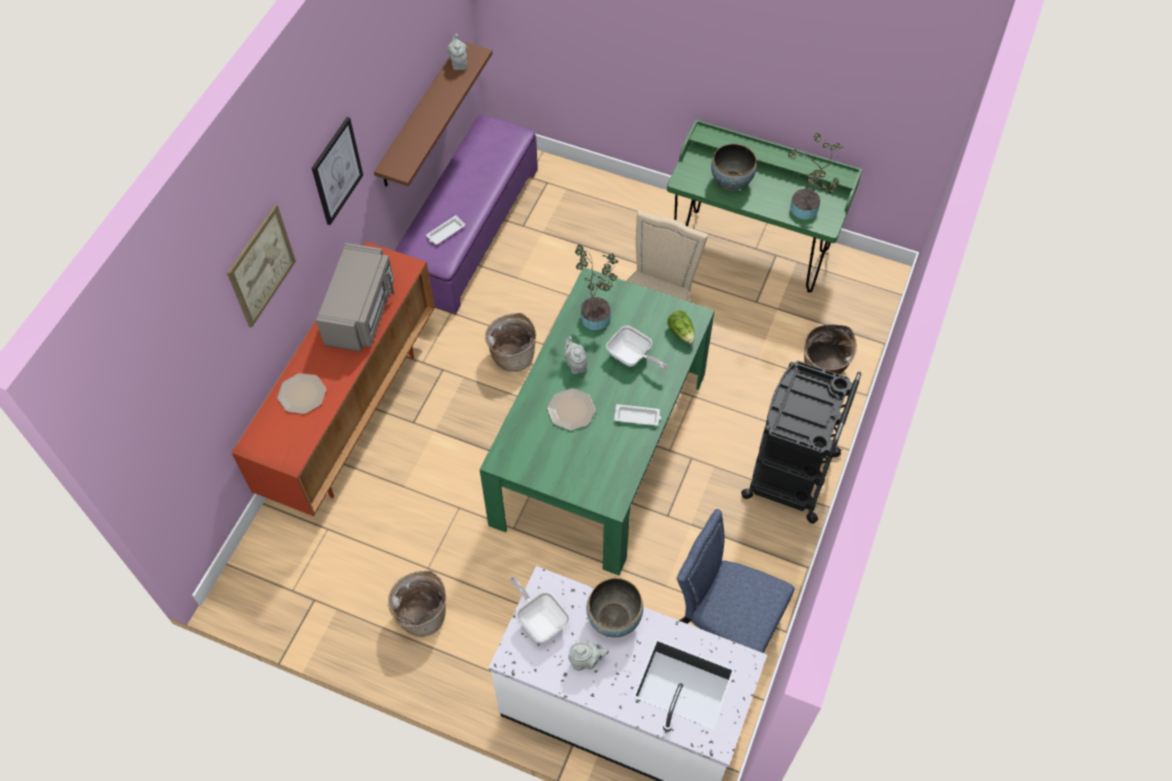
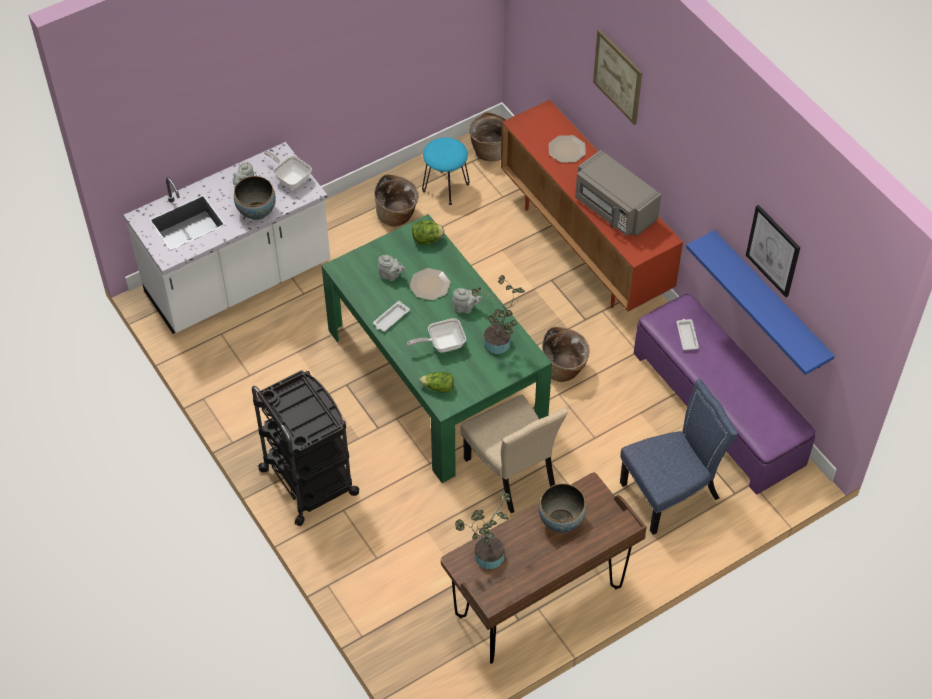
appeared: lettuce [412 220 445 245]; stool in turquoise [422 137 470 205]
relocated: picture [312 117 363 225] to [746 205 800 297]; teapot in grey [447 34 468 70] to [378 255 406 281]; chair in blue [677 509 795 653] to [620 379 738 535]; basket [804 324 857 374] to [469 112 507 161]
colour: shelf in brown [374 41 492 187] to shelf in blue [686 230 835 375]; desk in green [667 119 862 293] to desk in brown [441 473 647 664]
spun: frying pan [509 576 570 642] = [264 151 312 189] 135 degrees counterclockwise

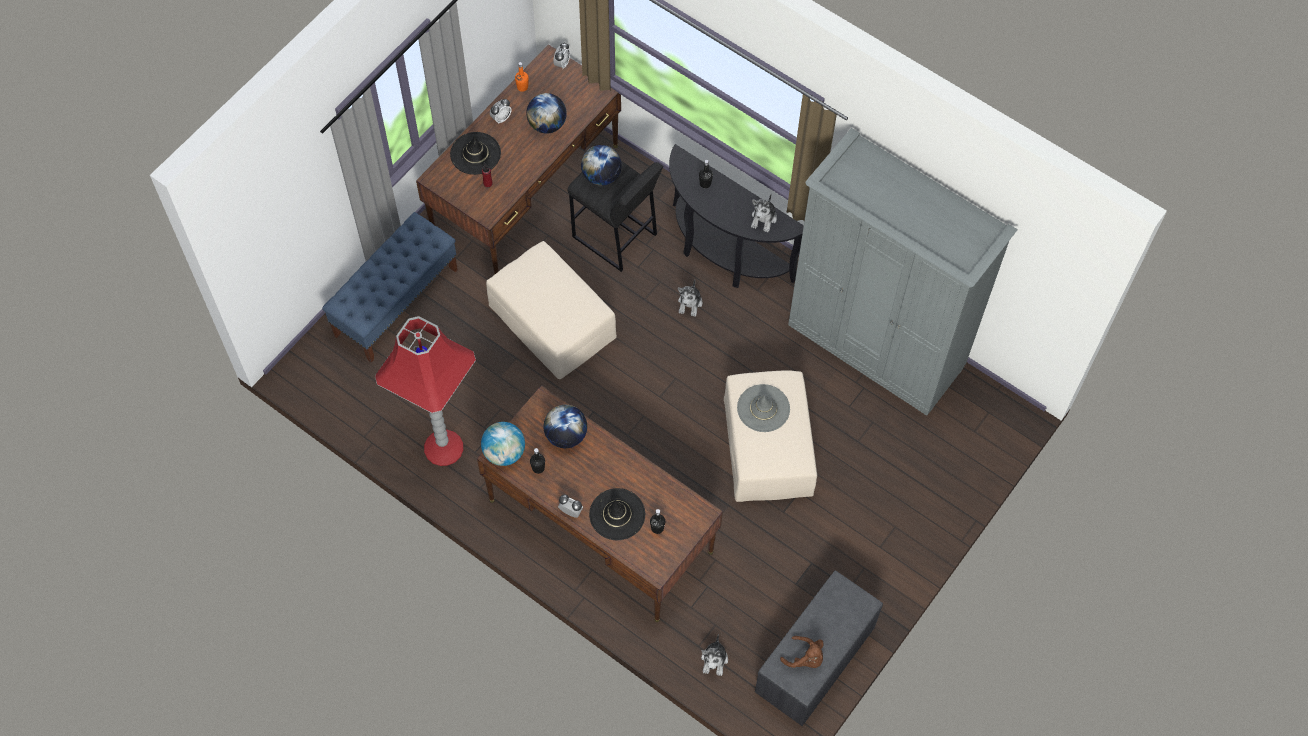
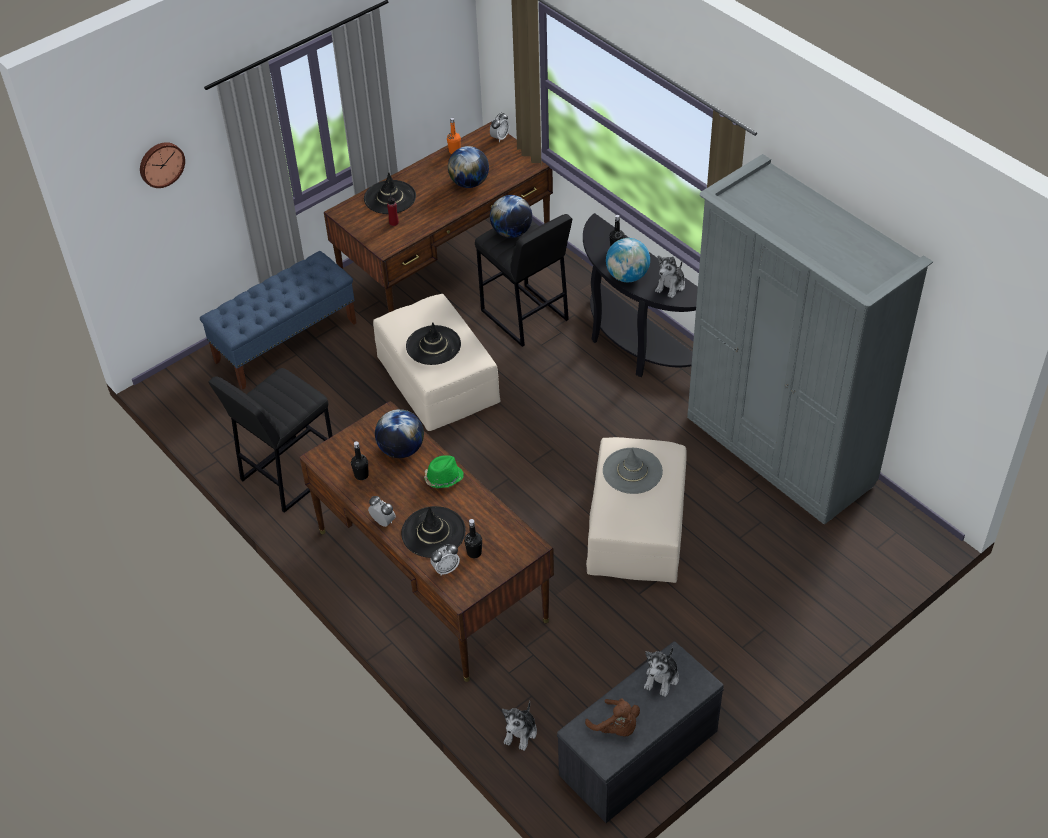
appeared: wall clock [140 142 185 188]; hat in black [406 322 461 365]; hat in green [424 455 464 488]
relocated: globe [481 422 525 466] to [606 238 650 282]; alarm clock [490 99 511 124] to [430 544 460 575]; plush toy [678 279 702 317] to [644 646 679 697]
exchanged: floor lamp in red [375 316 476 466] to stool in black [208 368 333 513]

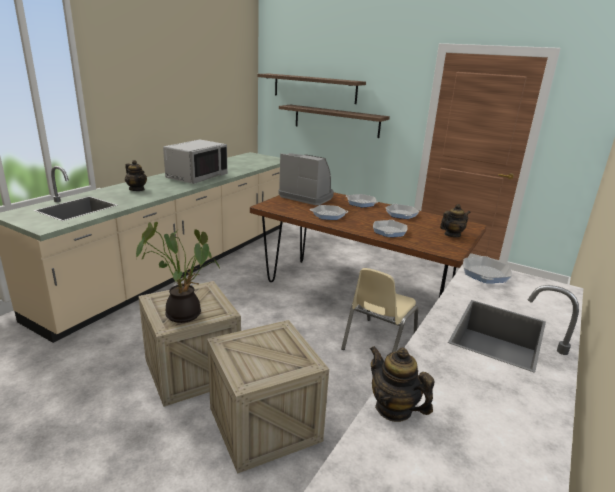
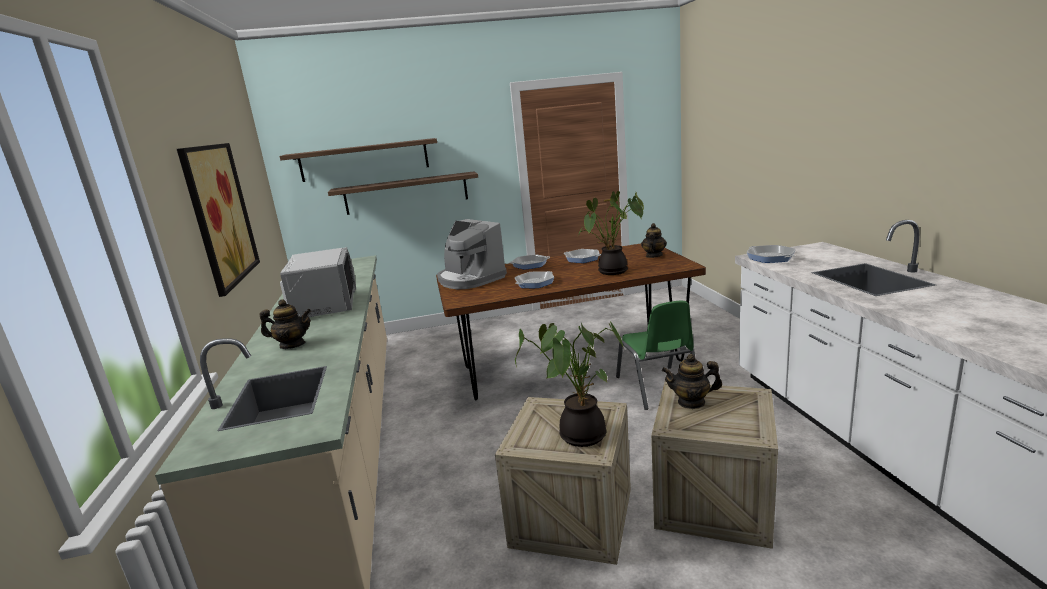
appeared: picture [177 143 260 297]
relocated: teapot [370 346 434 422] to [662 354 722 409]
exchanged: frying pan [373 220 408 237] to potted plant [578 191 644 275]
colour: chair in beige [341 268 418 352] to chair in green [616 301 696 410]
spun: coffee machine [278 153 334 205] = [437 219 507 289] 120 degrees counterclockwise

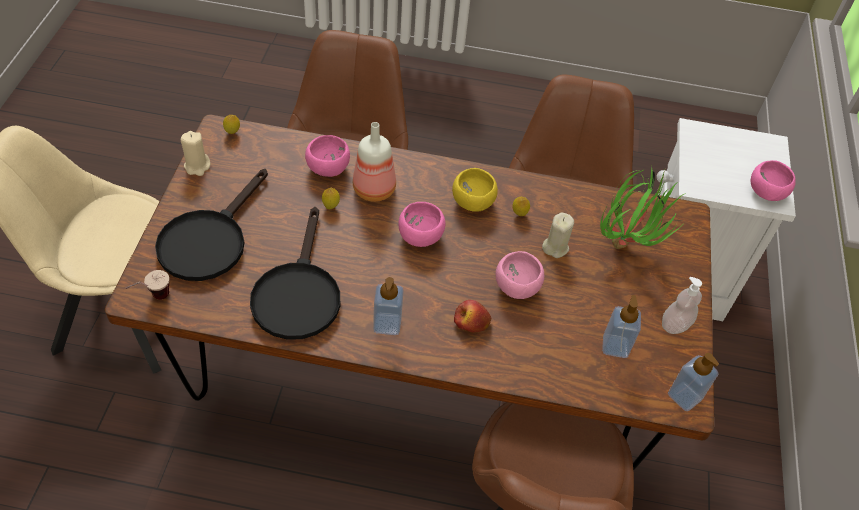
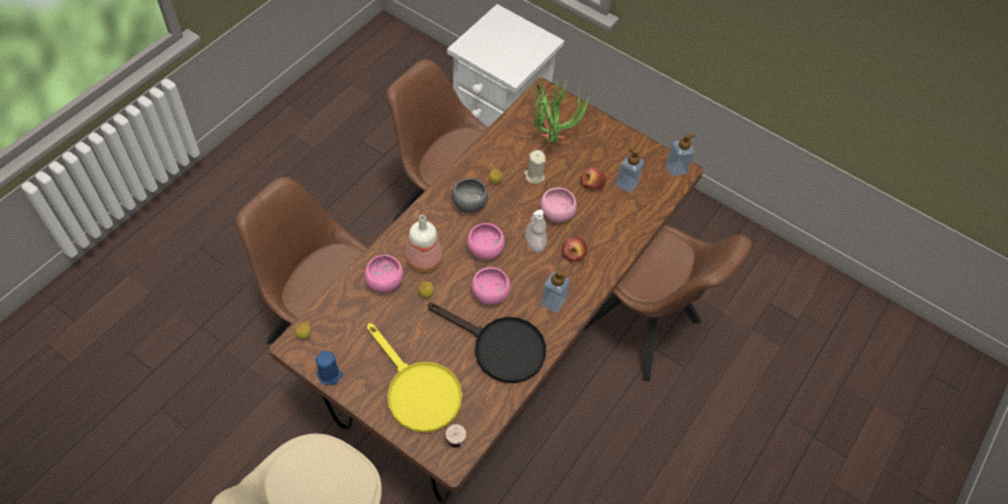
appeared: apple [581 167 607 190]
relocated: soap dispenser [662 277 702 334] to [525 209 547 252]; bowl in pink [751 160 796 201] to [472 267 510 305]
colour: frying pan in black [155 169 268 281] to frying pan in yellow [367 323 462 433]; candle in beige [181 131 210 176] to candle in blue [315 351 343 385]; bowl in yellow [452 168 498 212] to bowl in grey [452 178 488 213]

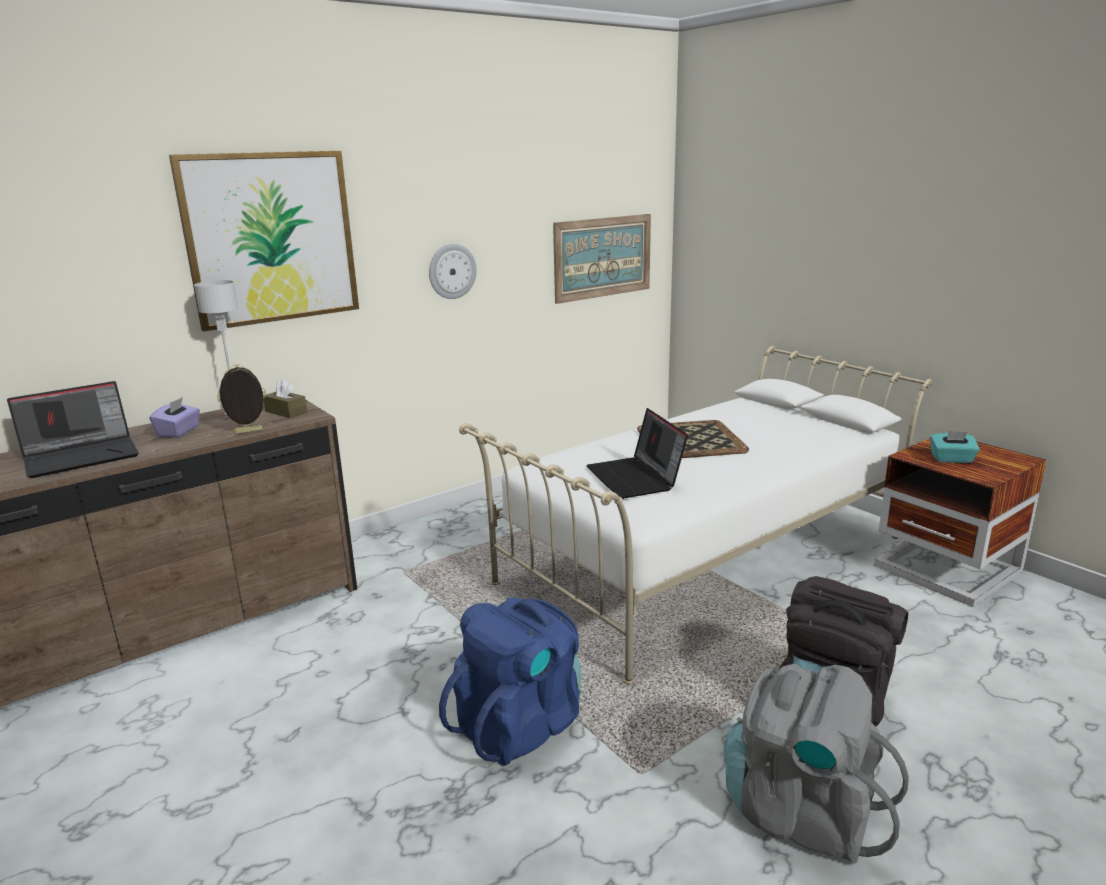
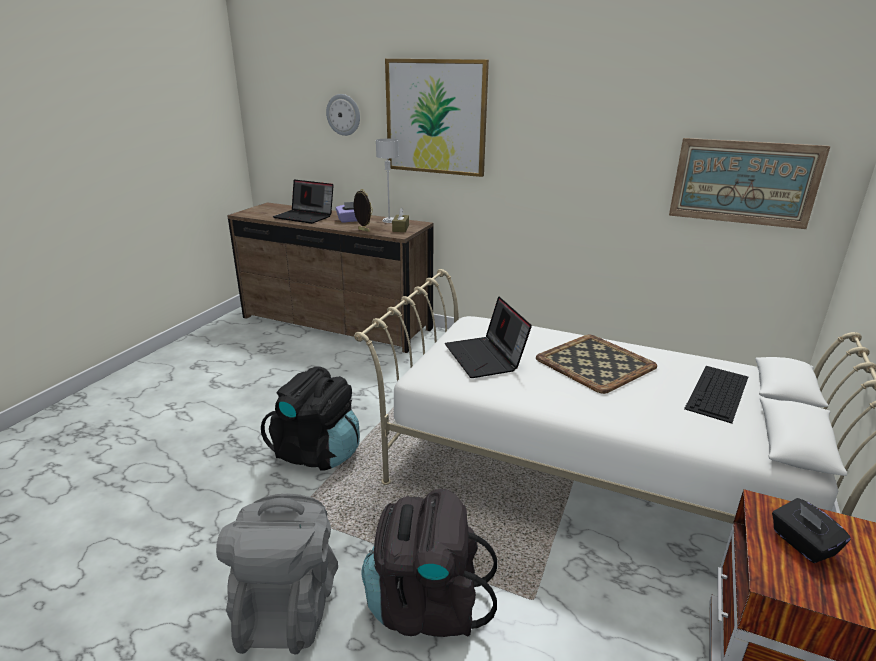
appeared: keyboard [684 366 748 423]
relocated: wall clock [429 244 477 299] to [326 94 360 136]
colour: backpack in blue [439 598 581 766] to backpack in black [261 367 360 471]; tissue box in turquoise [930 431 980 463] to tissue box in black [772 498 851 563]
spun: laptop [586 408 688 499] = [445 296 532 378] 60 degrees counterclockwise

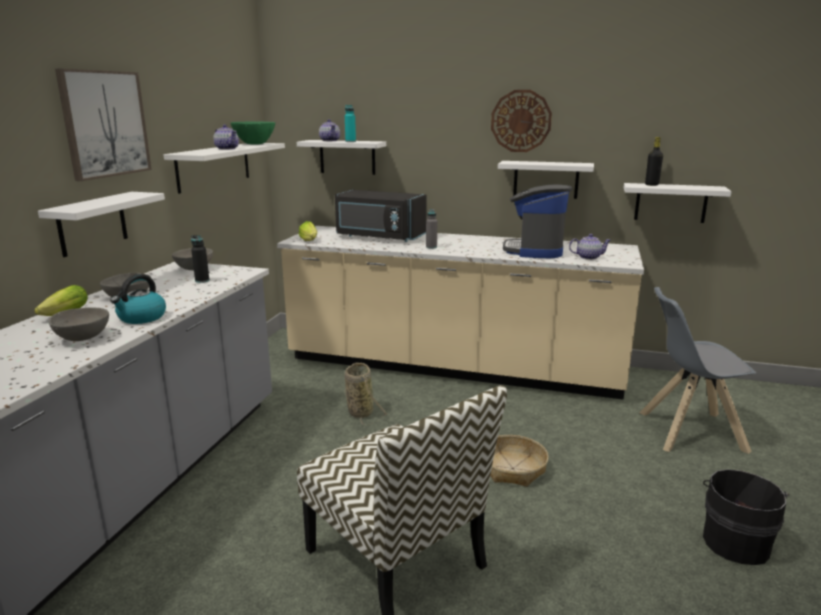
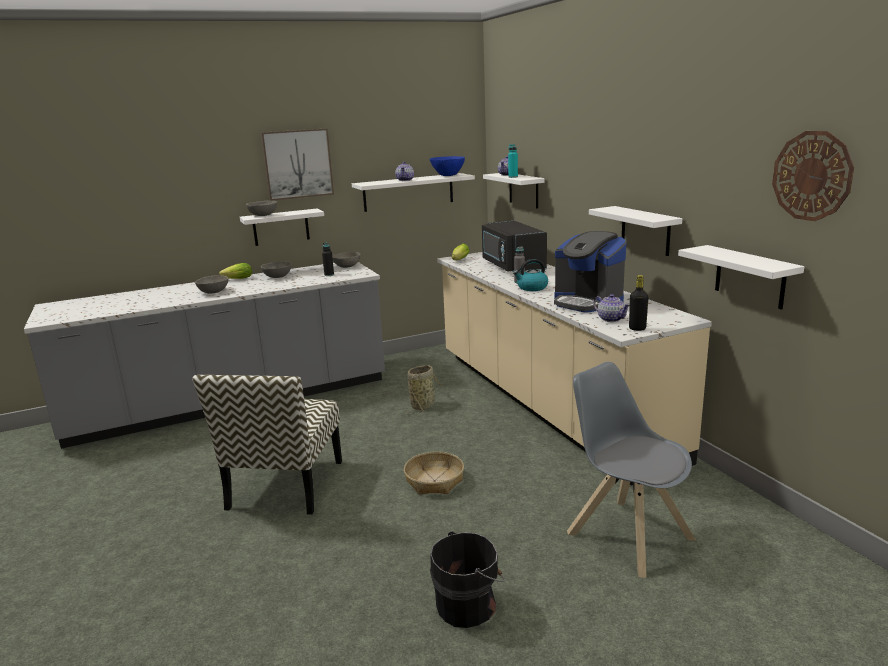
appeared: bowl in grey [246 201 277 216]
relocated: kettle [111 274 166 324] to [513 259 548 291]; wall clock [491 90 552 152] to [772 131 854 221]; bottle in black [645 137 663 186] to [629 275 649 331]
colour: bowl in green [231 121 275 145] to bowl in blue [430 156 465 176]
spun: coffee machine [503 184 573 258] = [554 231 627 313] 105 degrees counterclockwise

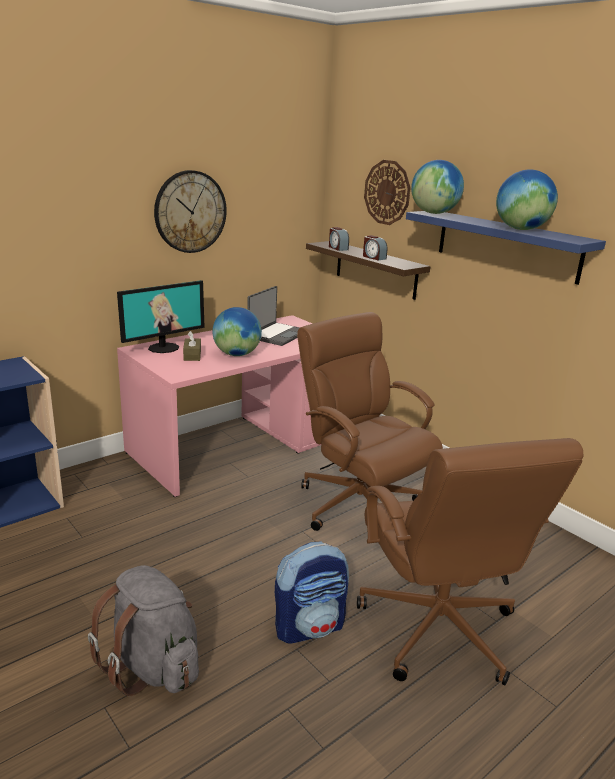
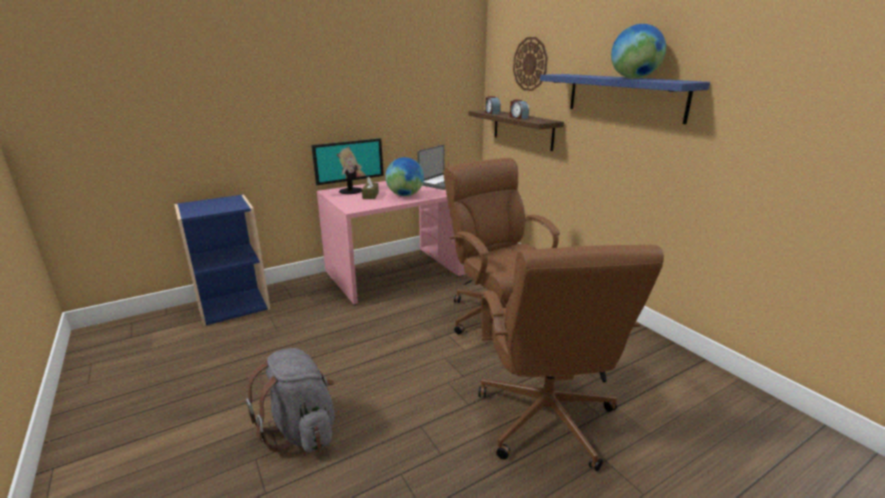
missing: wall clock [154 170 227 253]; backpack [275 541 349 643]; globe [411 160 464 214]

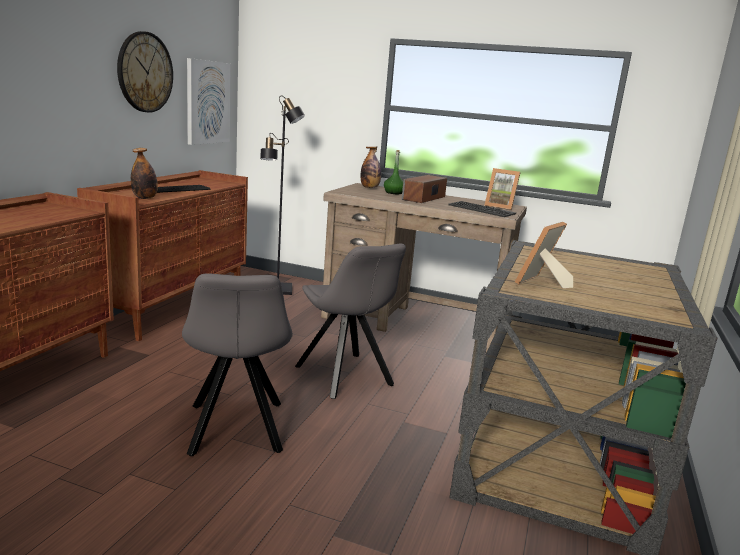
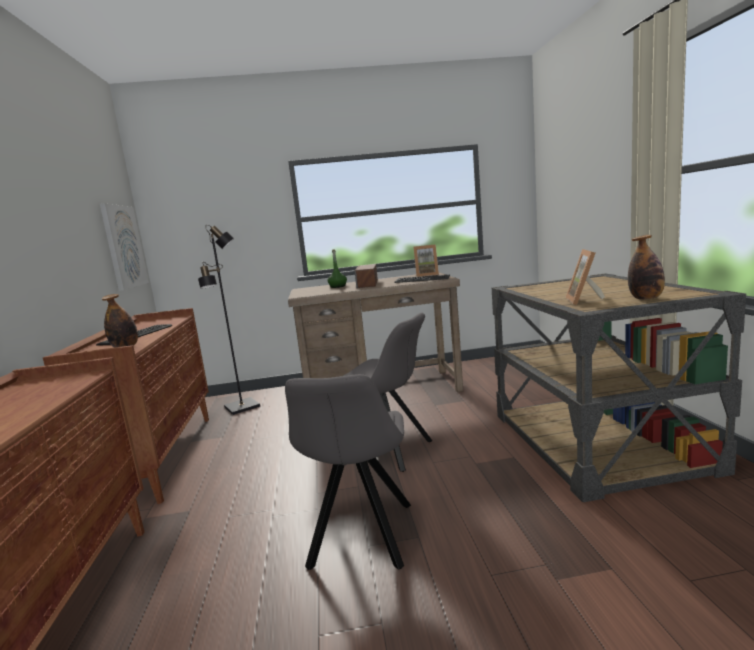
missing: wall clock [117 31 173 113]
relocated: bottle [360 147 381 188] to [628 235 665 300]
spun: chair in grey [182 273 293 456] = [285 374 411 570] 45 degrees clockwise

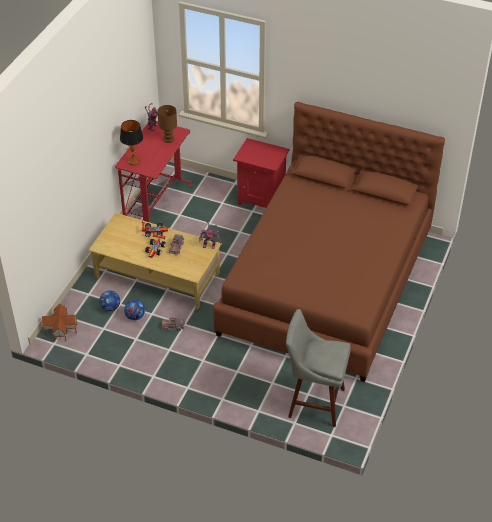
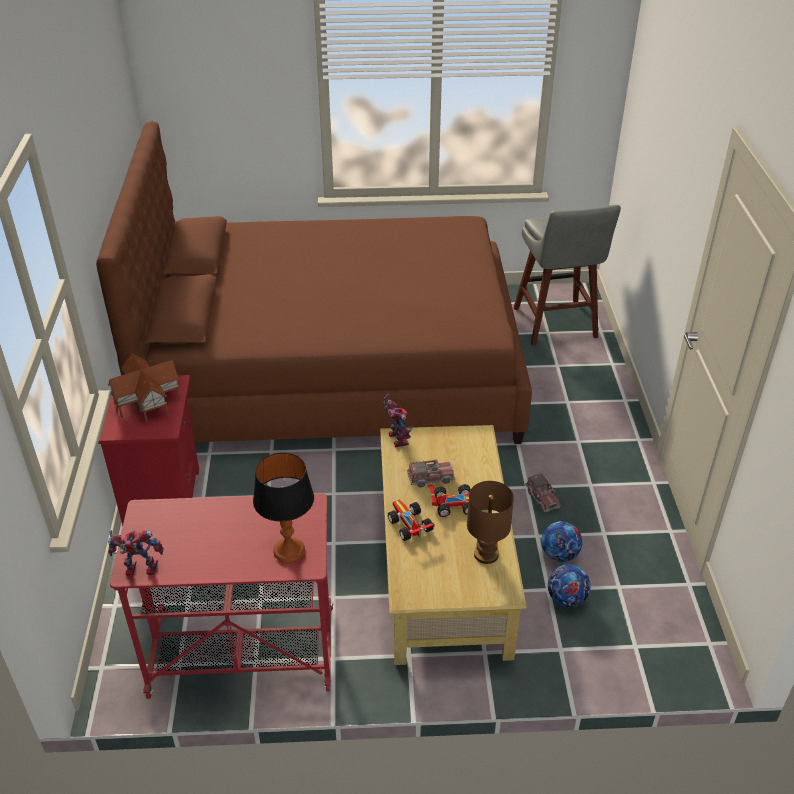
relocated: toy house [42 304 77 342] to [108 353 181 423]; table lamp in brown [157 105 177 143] to [467 481 514 564]

